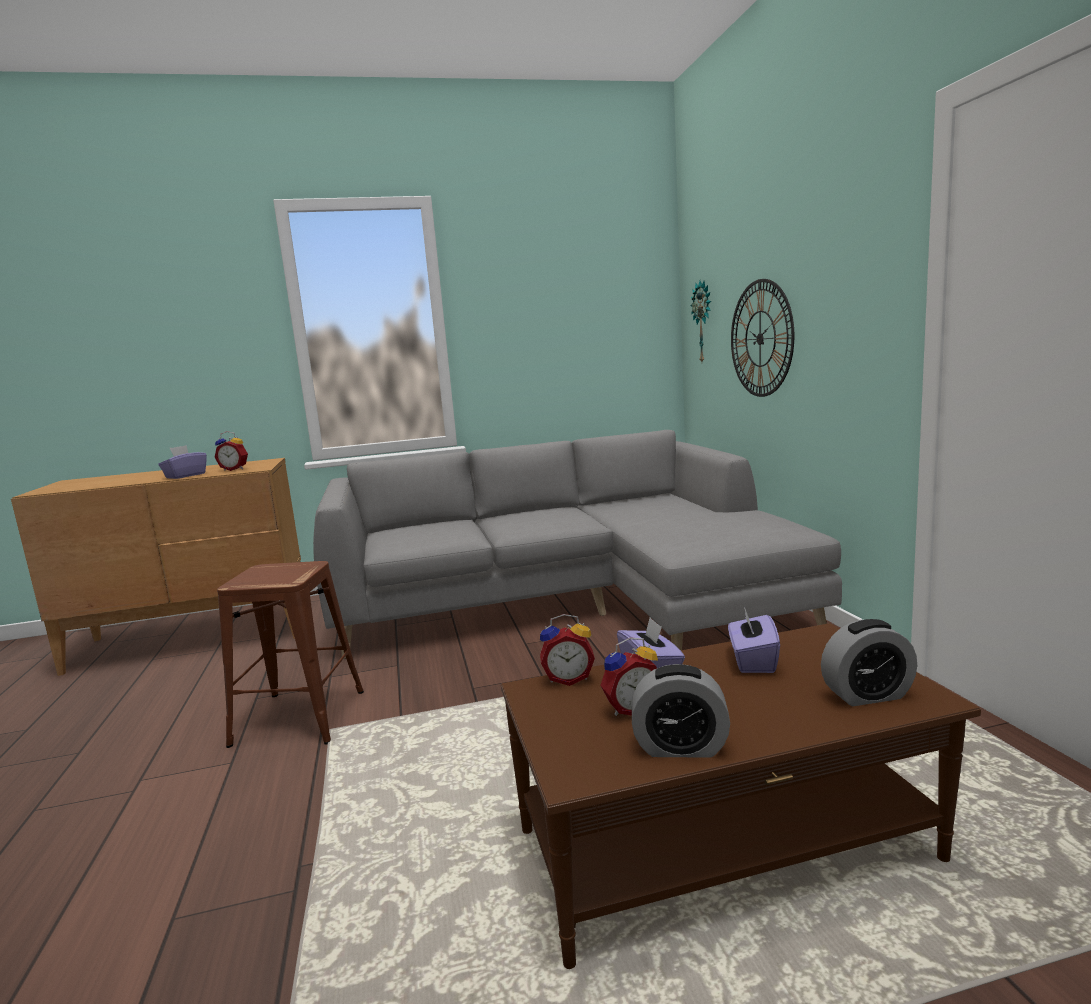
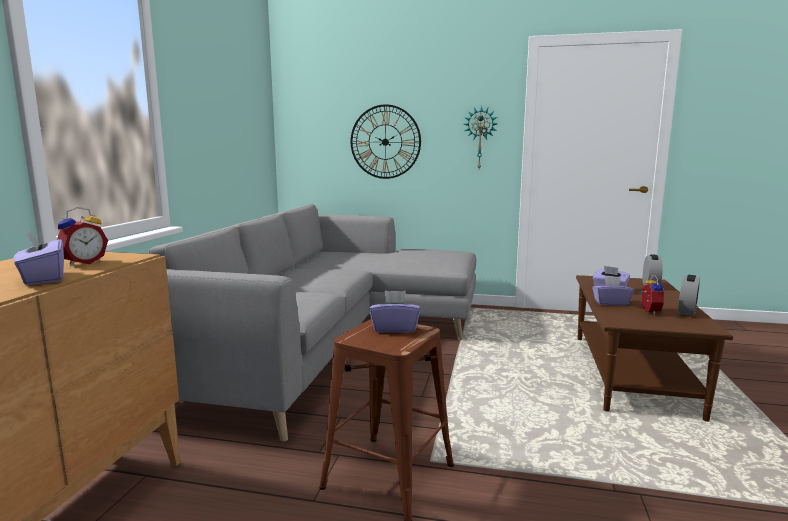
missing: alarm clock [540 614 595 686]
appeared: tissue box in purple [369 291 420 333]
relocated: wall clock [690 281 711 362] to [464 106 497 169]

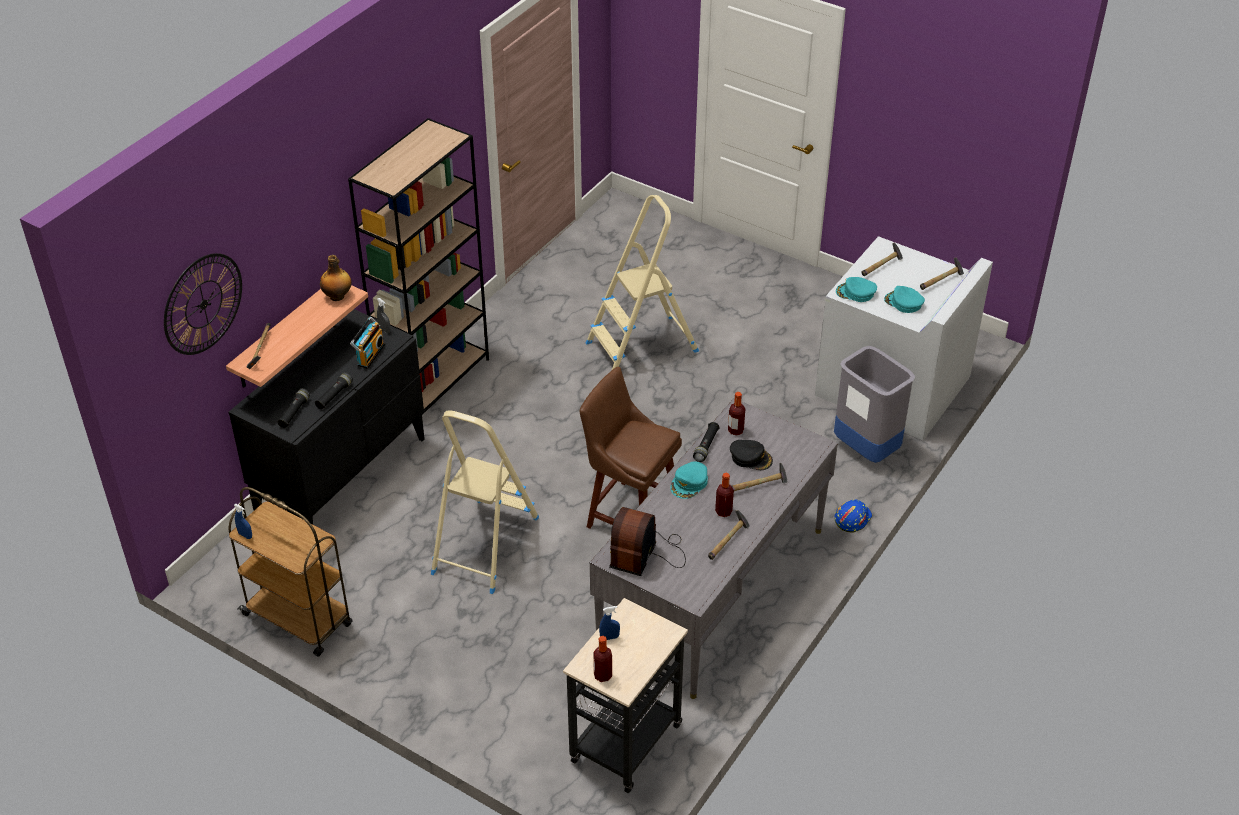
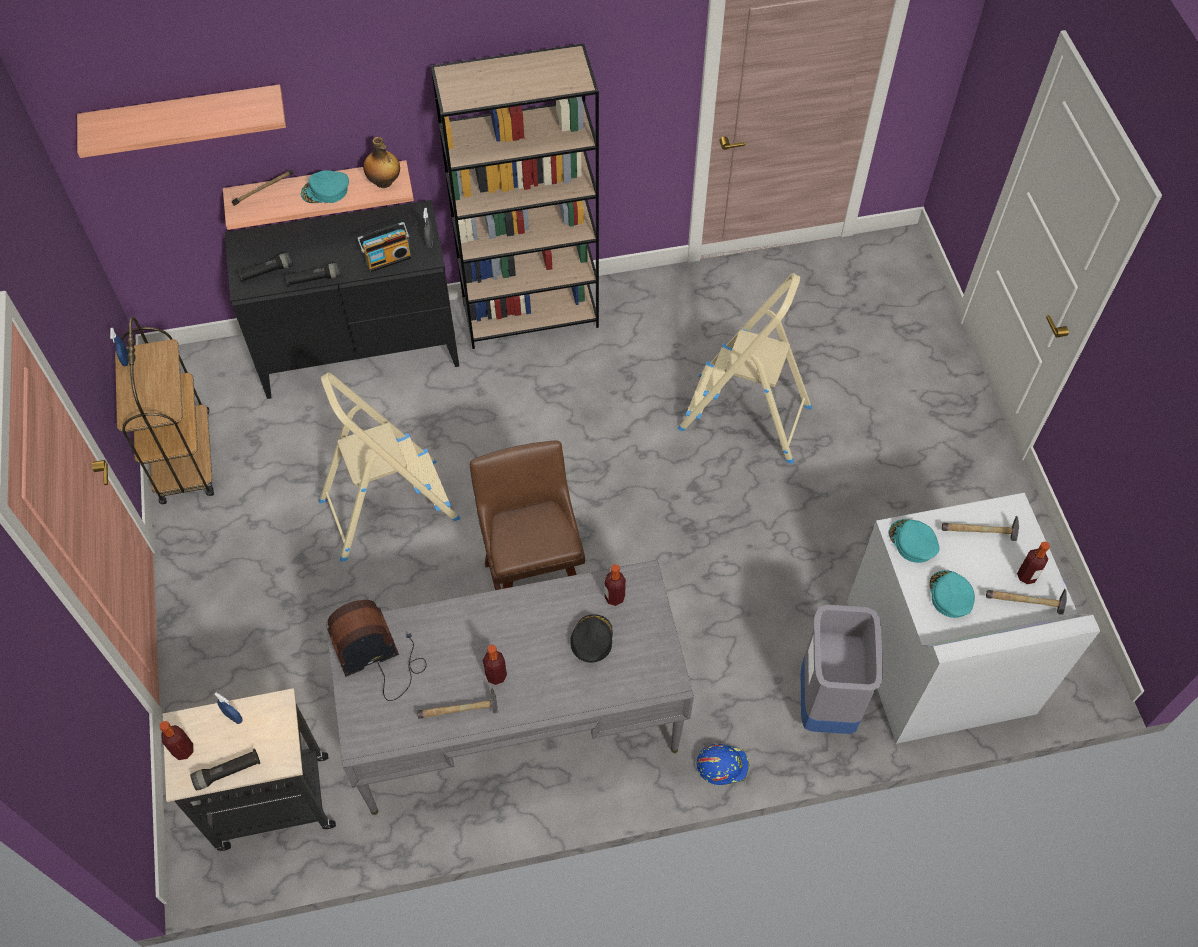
missing: hammer [731 463 788 491]
appeared: bottle [1017 542 1050 584]
relocated: cap in turquoise [670 461 708 499] to [301 170 349 203]; flashlight in black [693 422 720 462] to [190 748 260 791]
exchanged: wall clock [164 253 242 355] to shelf [77 84 286 158]
spun: cap in black [730 440 773 470] = [570 614 613 663] 150 degrees counterclockwise

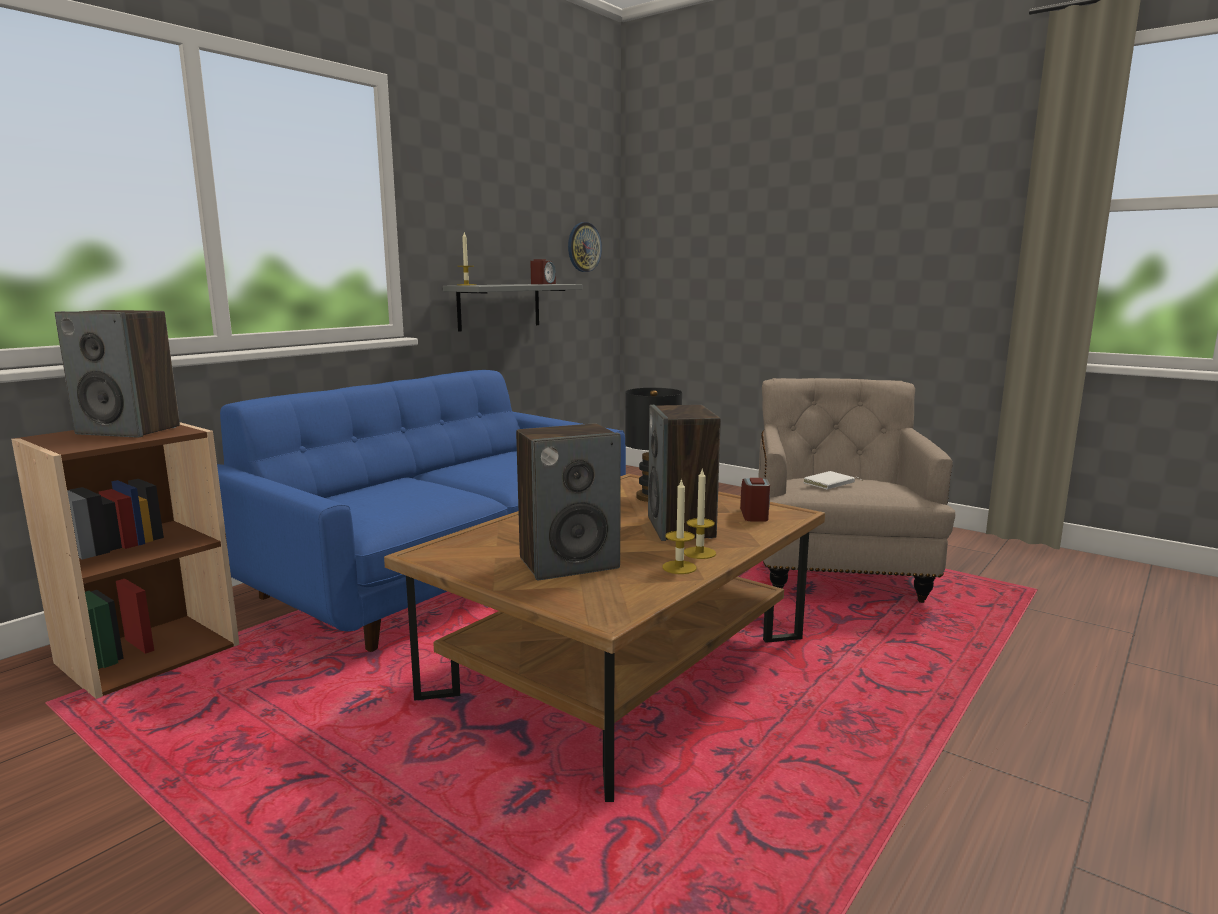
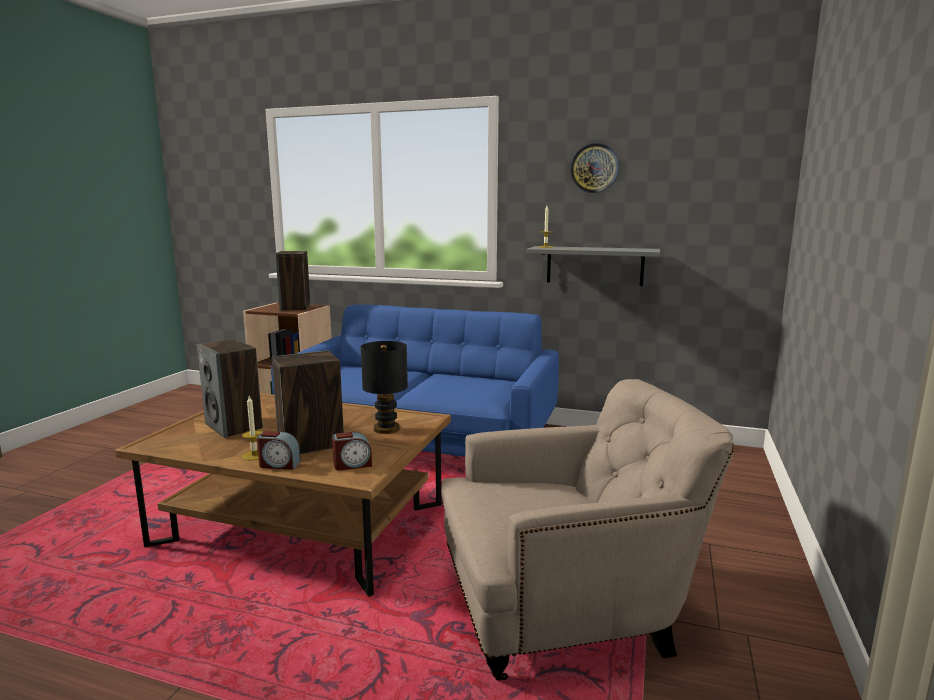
missing: candle [662 478 696 574]; book in white [803 471 863 490]
relocated: alarm clock [530 259 556 284] to [257 431 301 470]; wall clock [568 222 602 272] to [570 143 619 193]

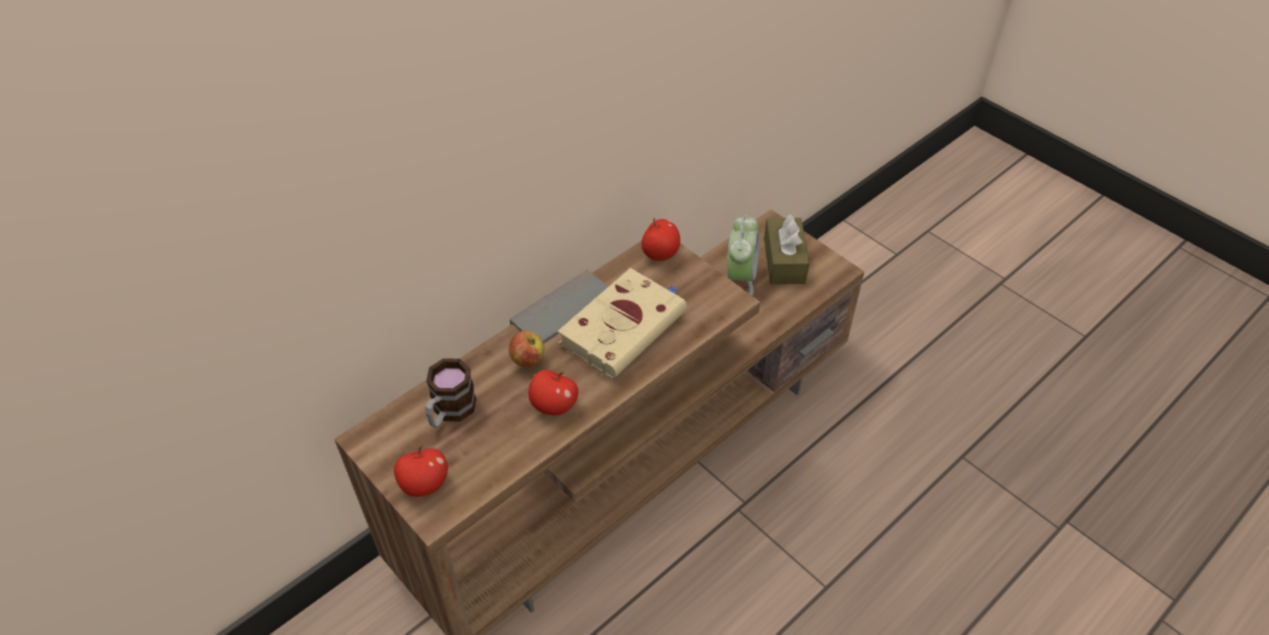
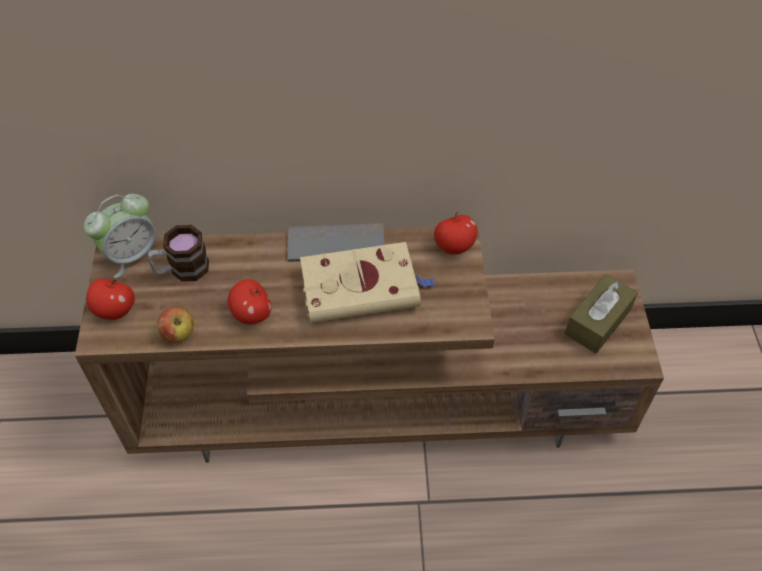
relocated: apple [509 330 545 367] to [157 307 194 343]; alarm clock [727 215 759 295] to [84 194 163 278]

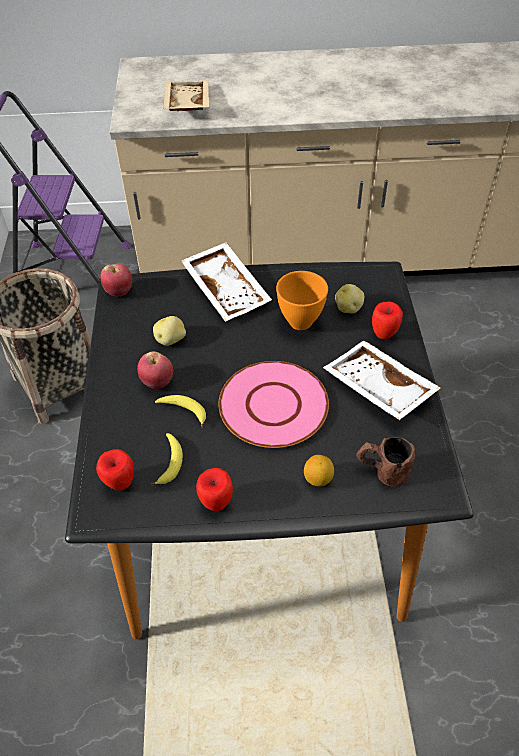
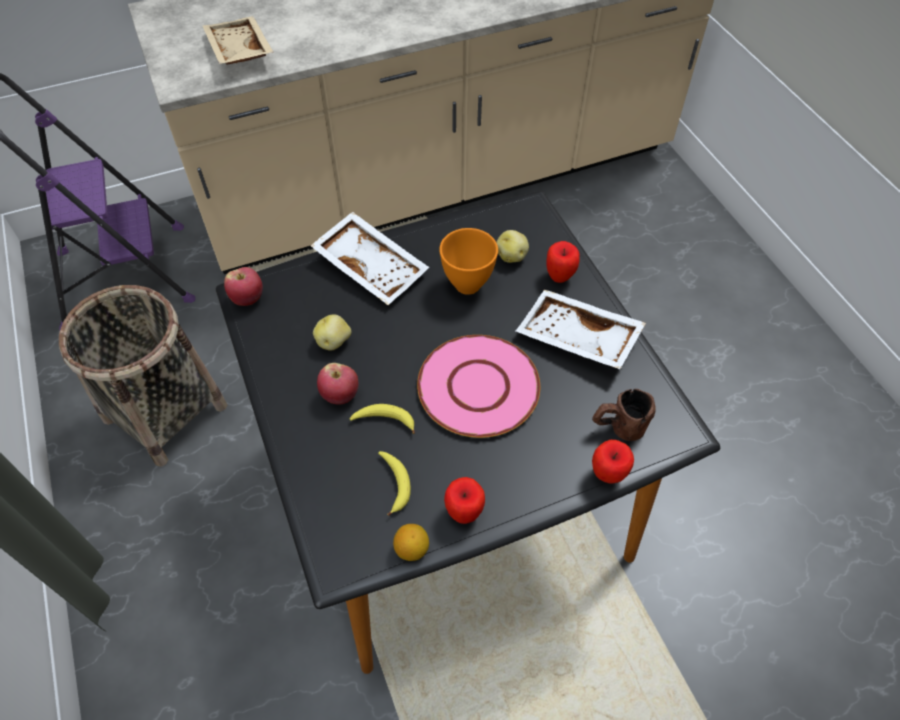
relocated: apple [96 449 134 491] to [592 440 634 484]; lemon [304 455 334 487] to [393 524 429 561]

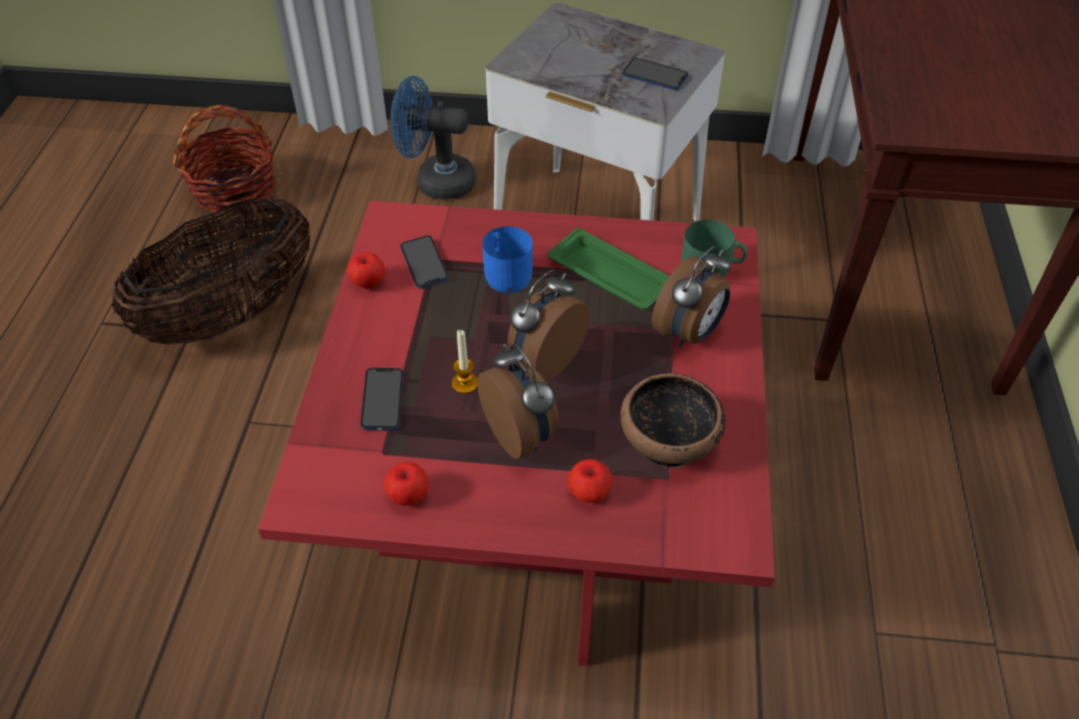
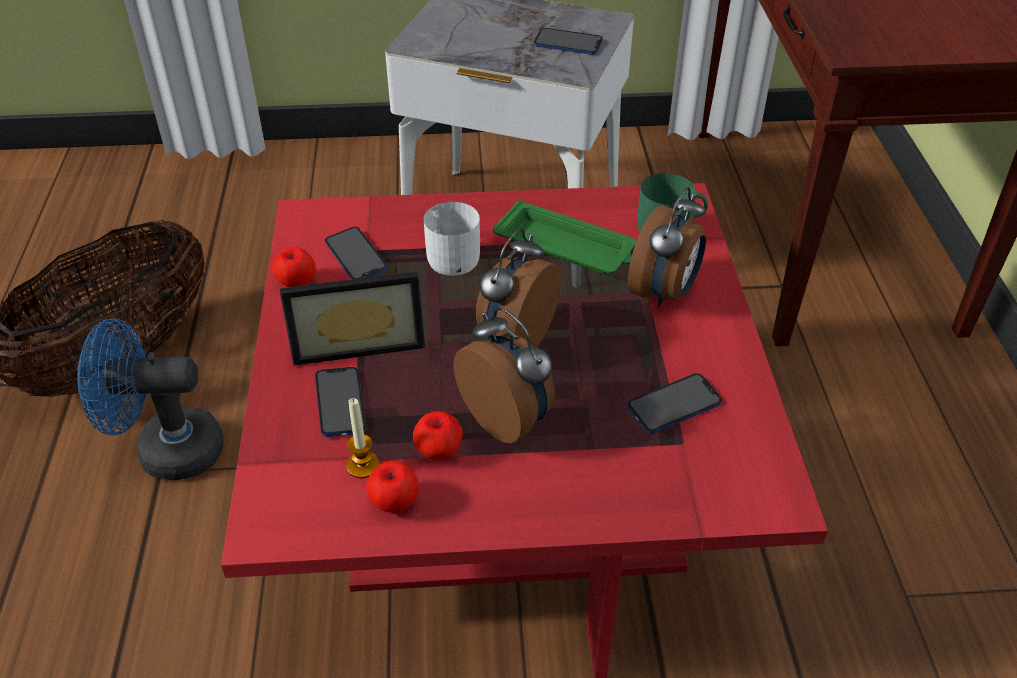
missing: basket [173 105 275 214]
appeared: picture frame [280 271 425 366]
relocated: fan in blue [390 76 476 200] to [77 318 224 480]; candle [452 330 477 394] to [346 398 380 478]; apple [568 459 612 503] to [413 411 463 460]
exchanged: bowl [620 373 725 468] to phone [627 373 722 434]
colour: mug in blue [482 226 533 293] to mug in white [424 202 480 276]

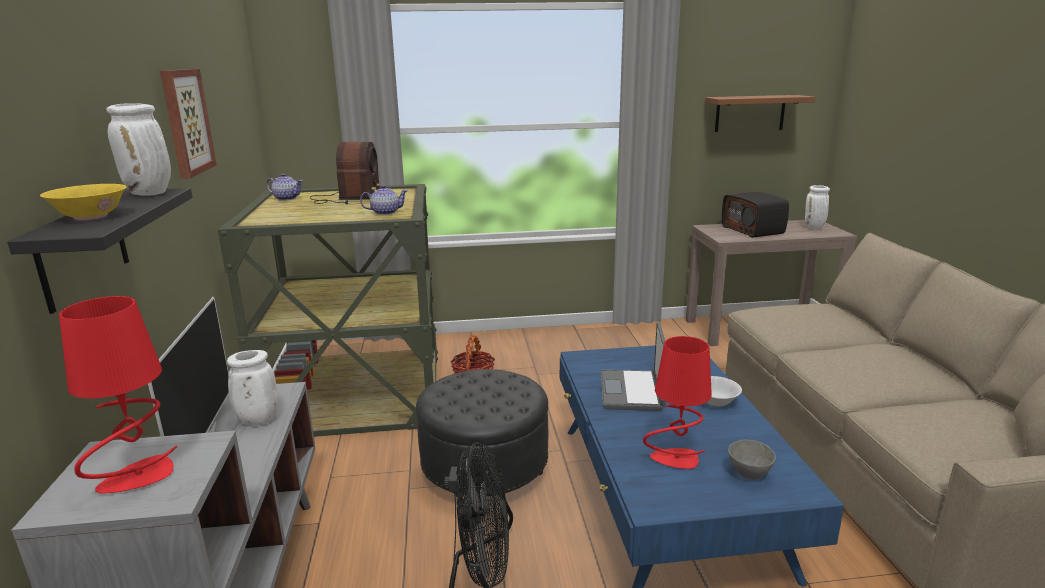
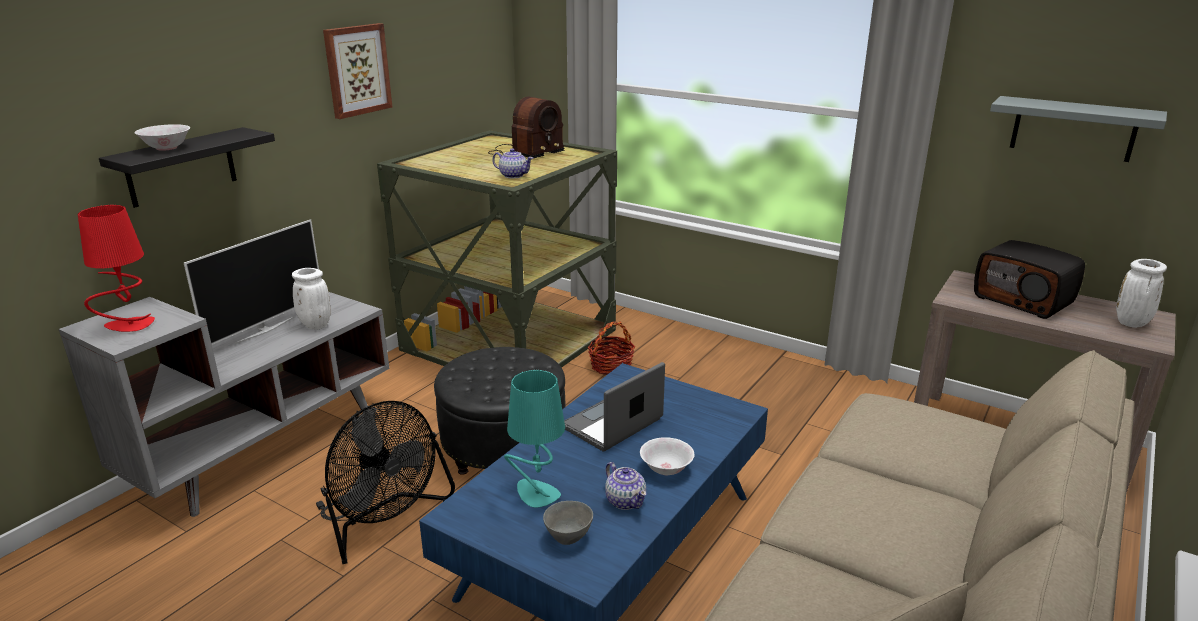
missing: vase in white [106 103 171 196]
relocated: teapot [266 173 303 201] to [605 462 647 510]
colour: bowl in yellow [40 184 127 220] to bowl in white [134 124 190 151]; table lamp in red [643 336 712 469] to table lamp in turquoise [504 370 565 508]; shelf in brown [705 95 815 132] to shelf in grey [990 96 1167 162]
spun: radio [722 192 789 238] = [974 240 1085 319] 60 degrees counterclockwise

